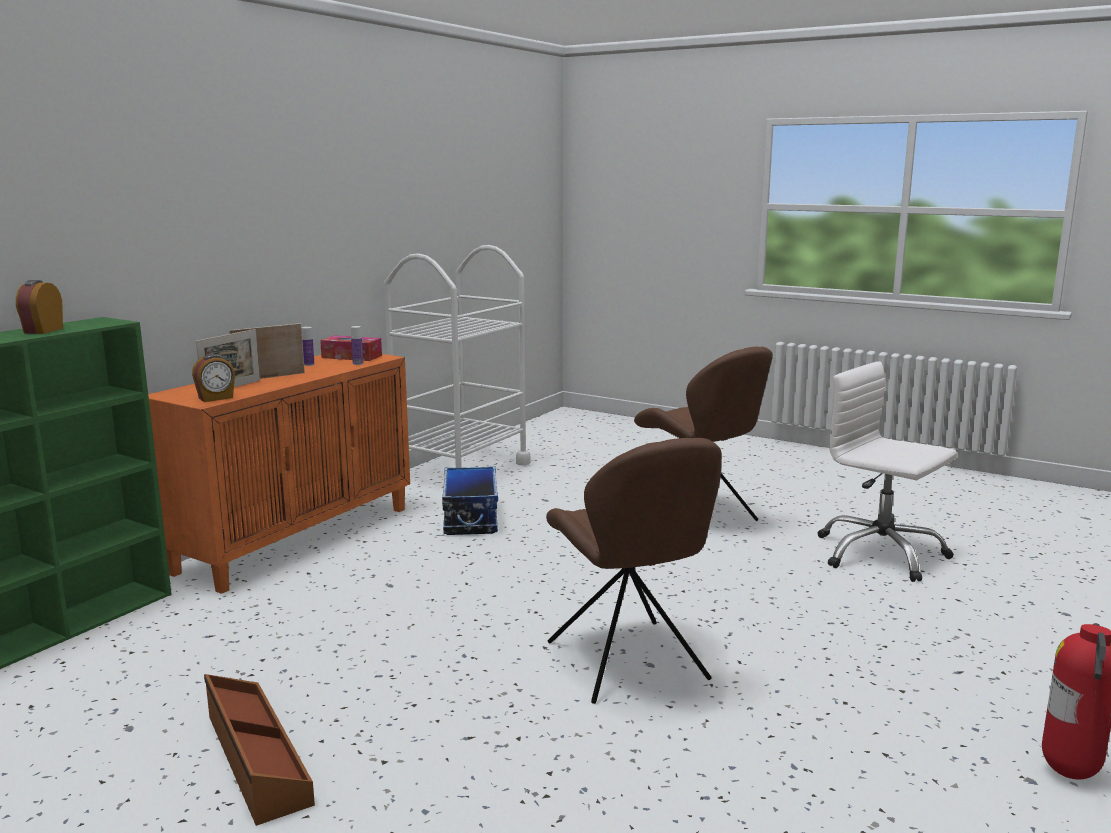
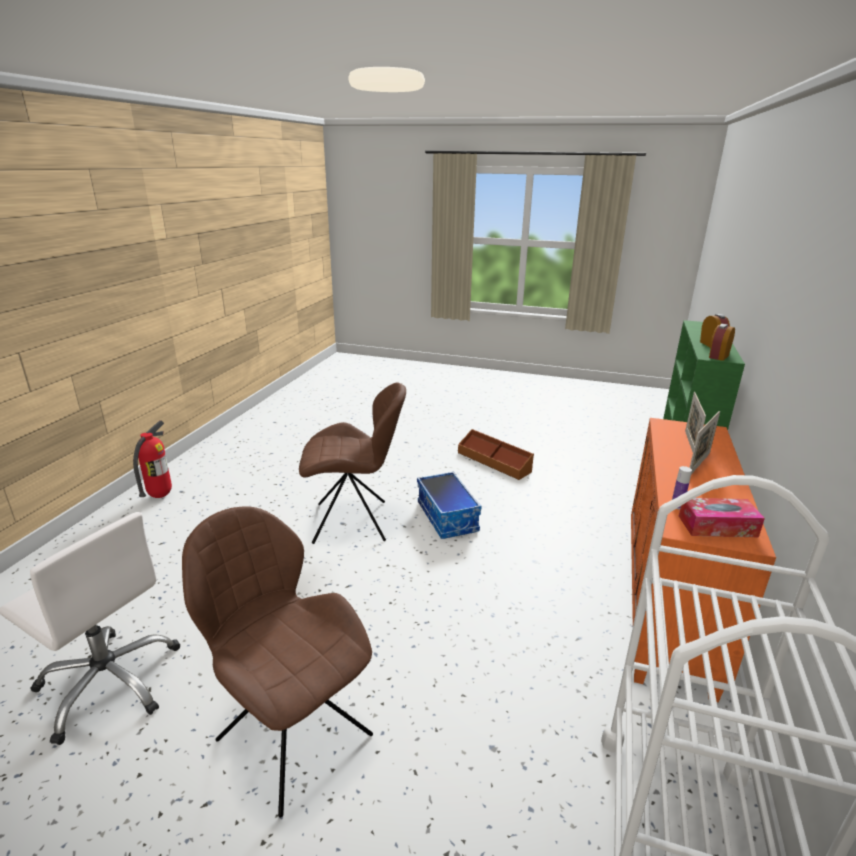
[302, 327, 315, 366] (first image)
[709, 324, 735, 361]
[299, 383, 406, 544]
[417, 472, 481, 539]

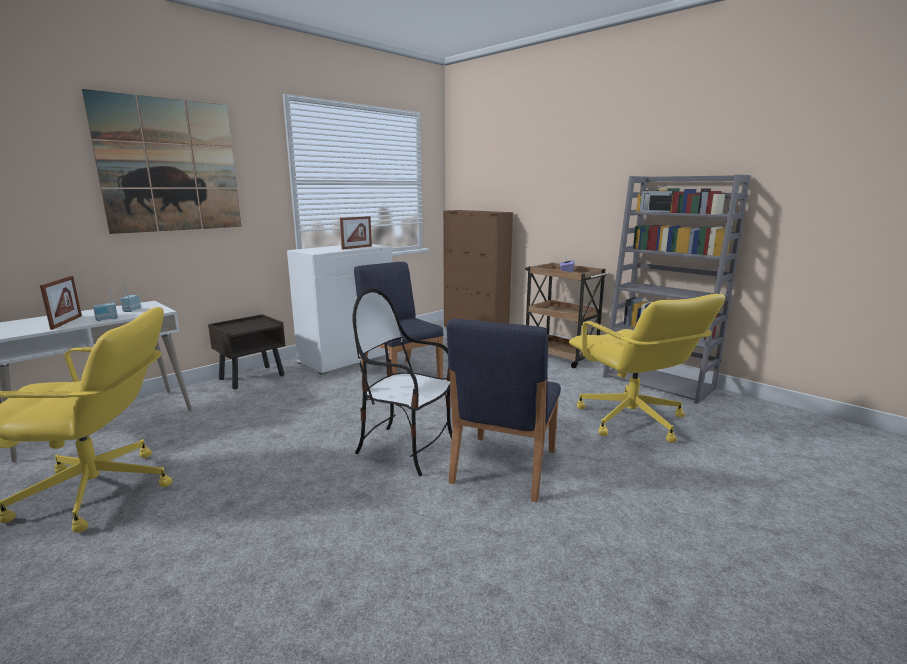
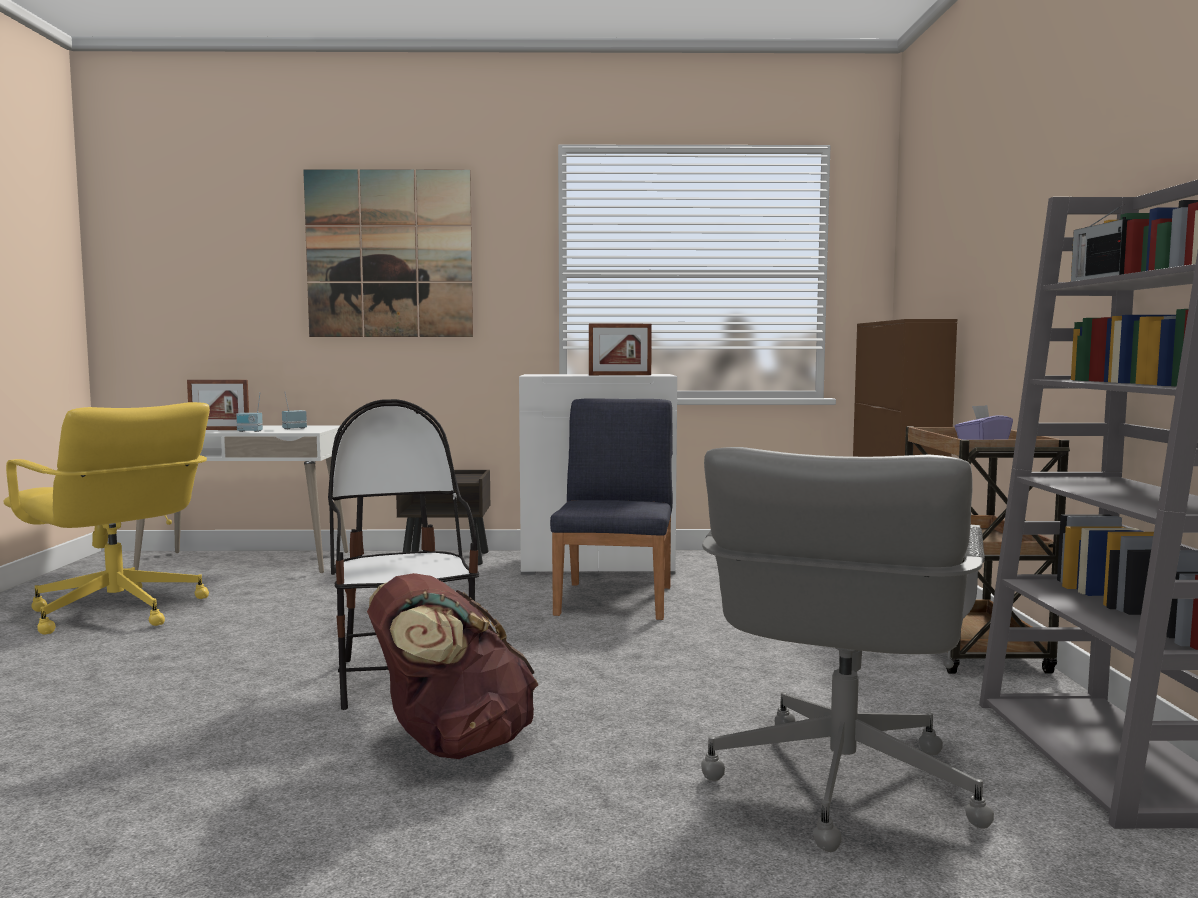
[187, 380, 249, 430]
[701, 447, 994, 852]
[367, 573, 538, 759]

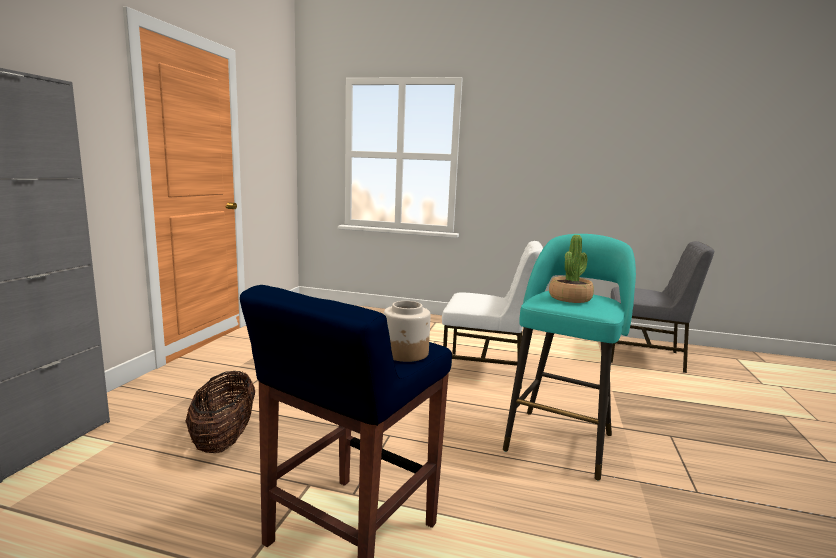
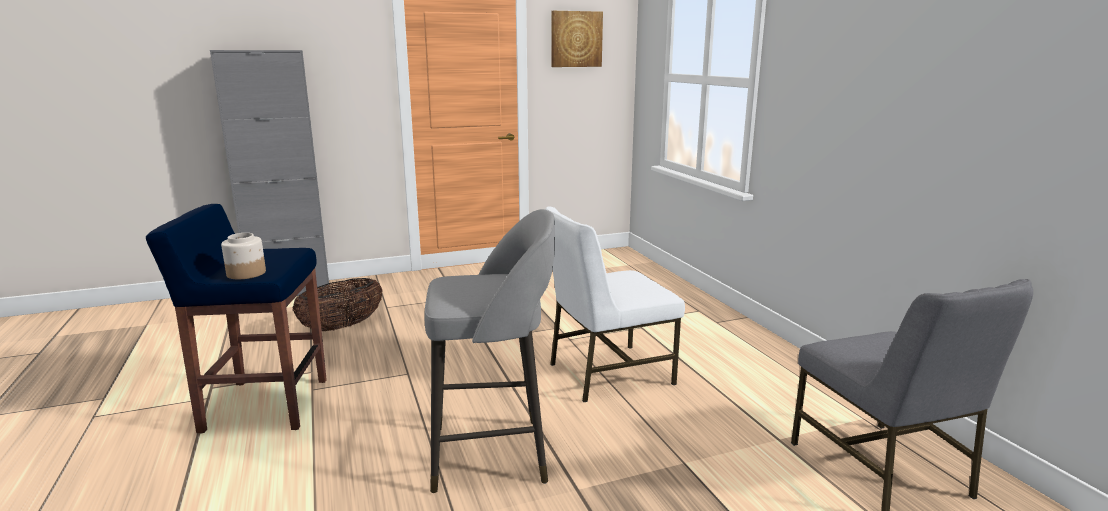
[424, 209, 555, 493]
[549, 235, 594, 303] (first image)
[545, 206, 685, 402]
[552, 11, 603, 67]

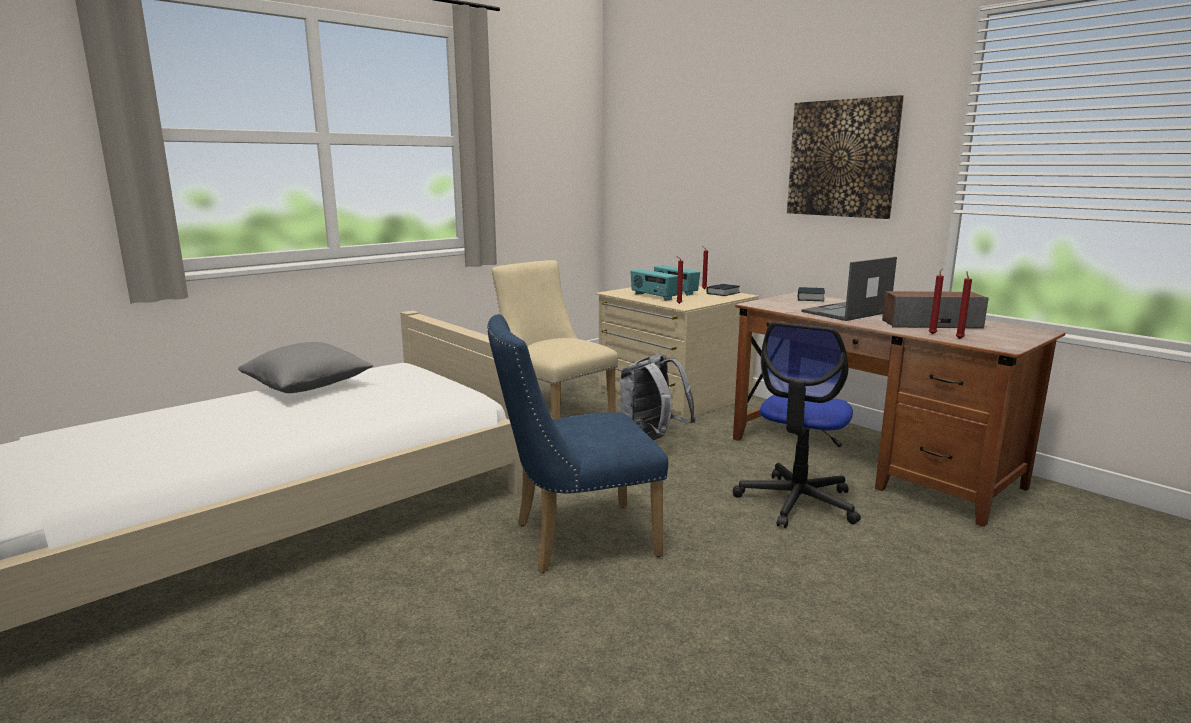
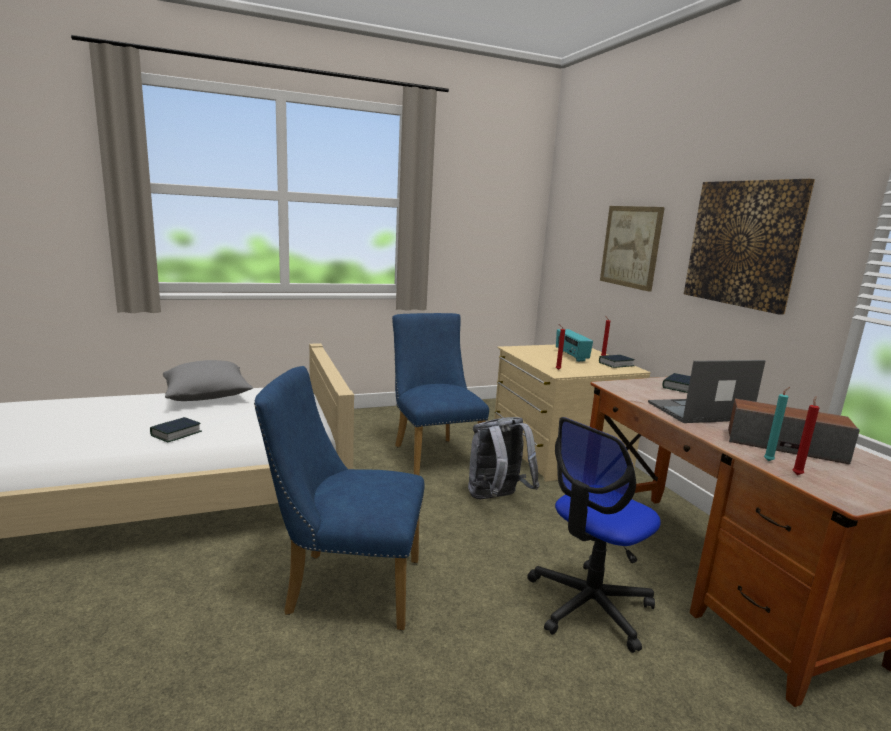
[392, 313, 489, 475]
[764, 387, 790, 461]
[631, 269, 678, 301] (first image)
[600, 206, 665, 292]
[150, 417, 202, 442]

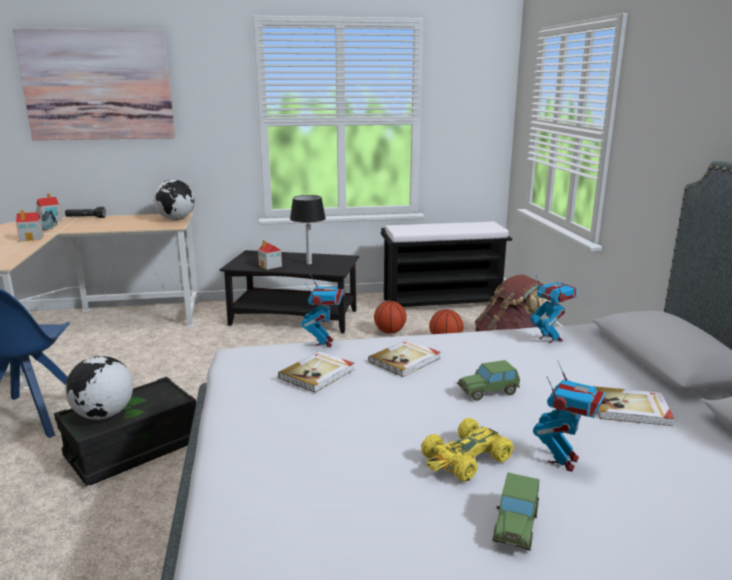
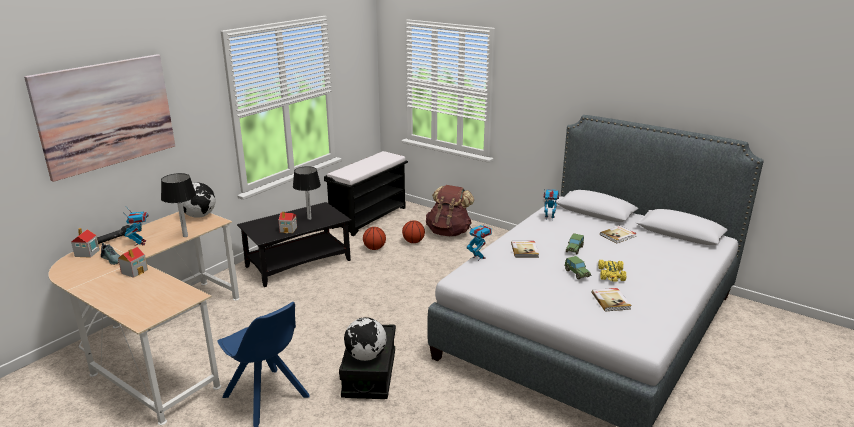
[592, 288, 632, 312]
[123, 210, 149, 246]
[564, 256, 591, 280]
[161, 173, 196, 237]

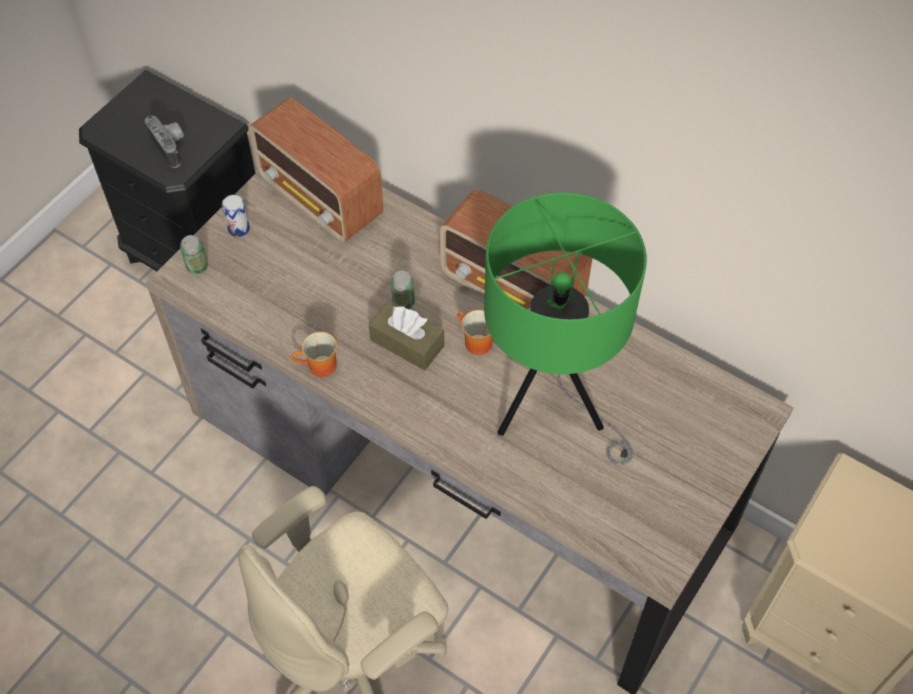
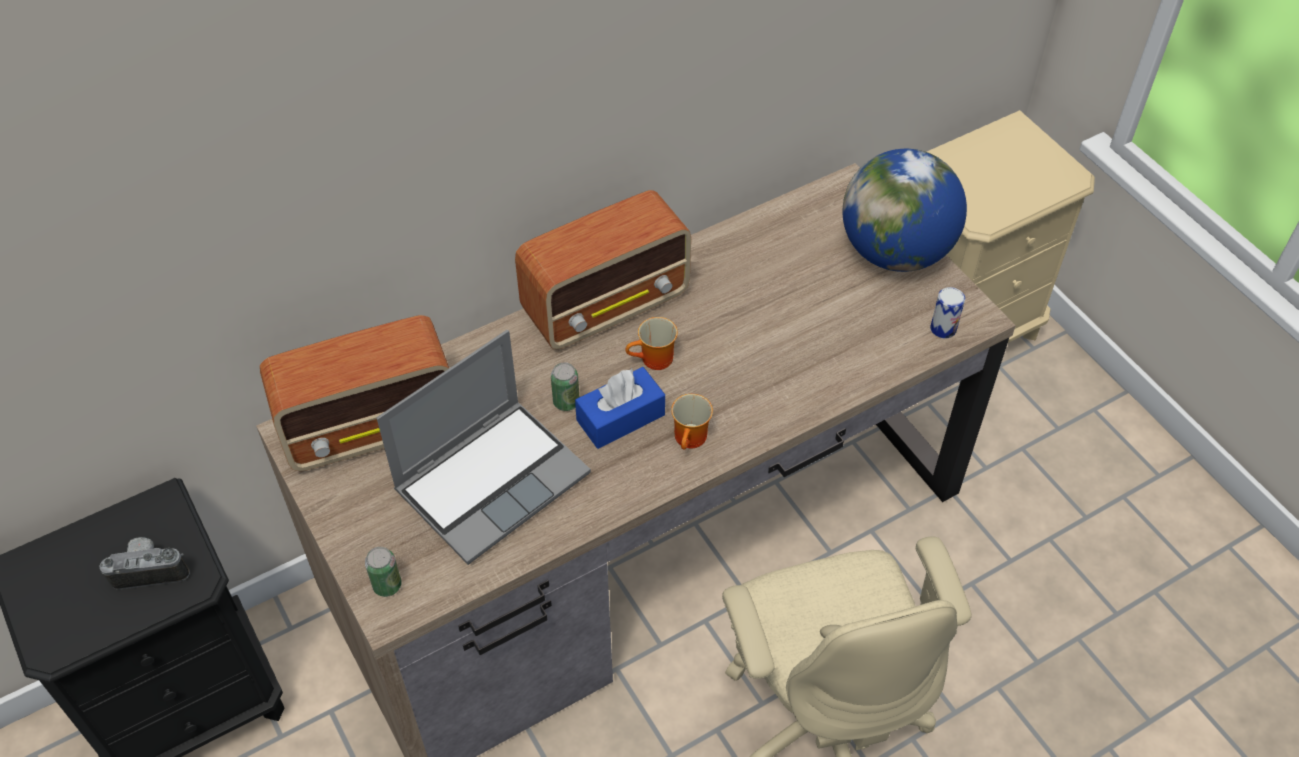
[484, 192, 647, 465] (first image)
[930, 287, 965, 338]
[575, 367, 665, 449]
[671, 394, 713, 450]
[842, 149, 967, 272]
[376, 330, 591, 565]

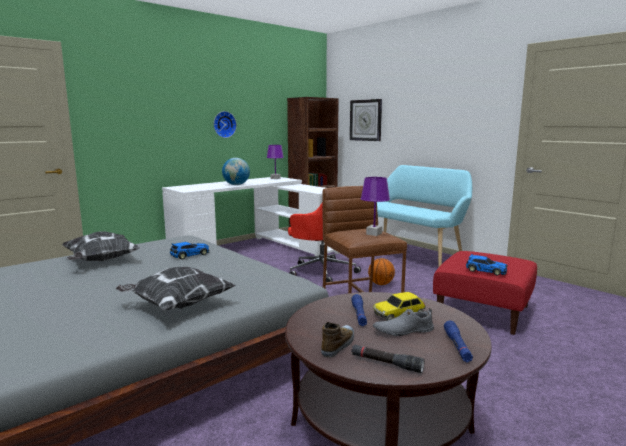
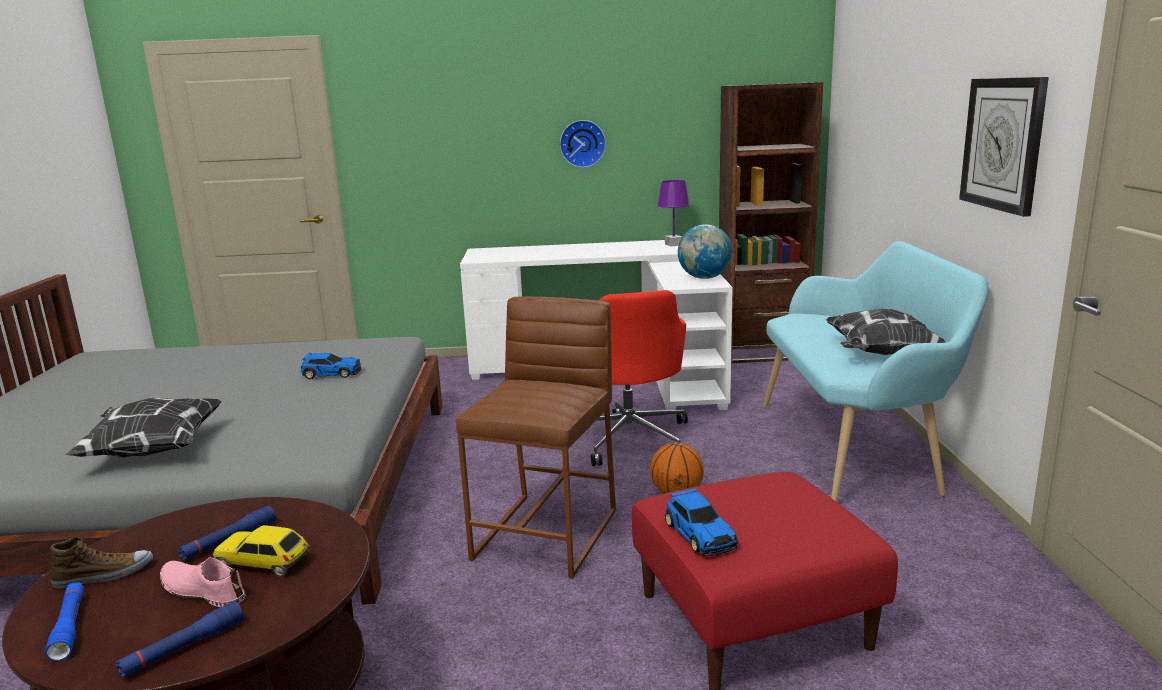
[959, 77, 1049, 217]
[678, 224, 732, 279]
[360, 177, 390, 236] (first image)
[826, 309, 946, 355]
[160, 557, 246, 607]
[45, 582, 84, 661]

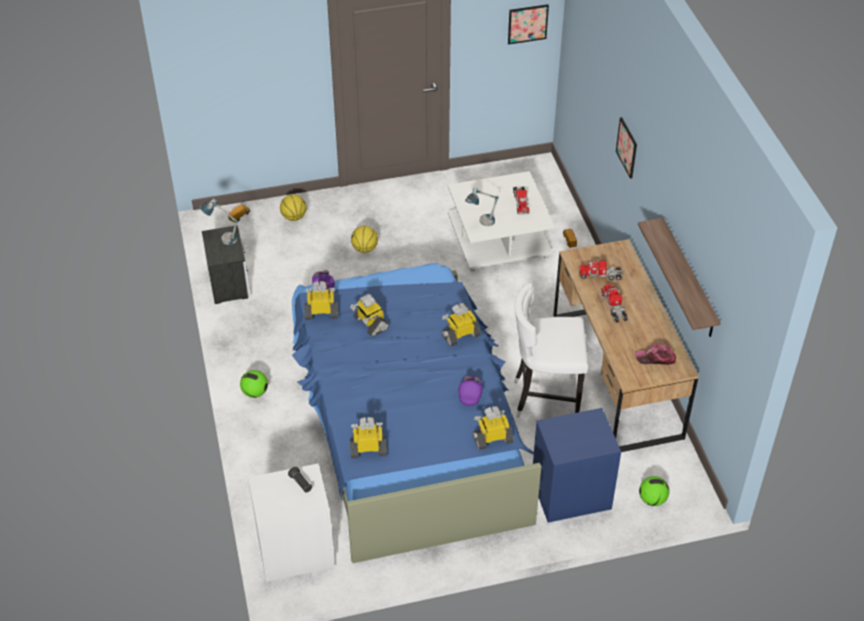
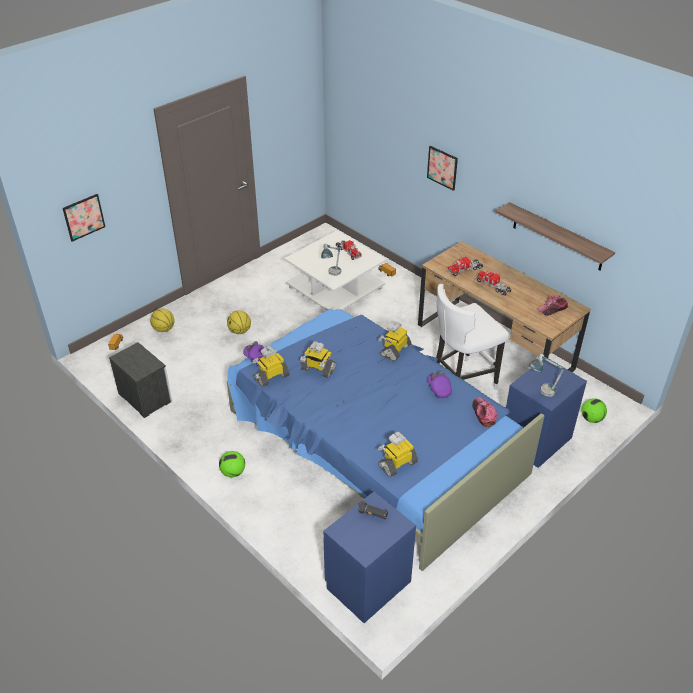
[63, 194, 105, 242]
[528, 354, 565, 397]
[472, 397, 497, 428]
[323, 492, 416, 623]

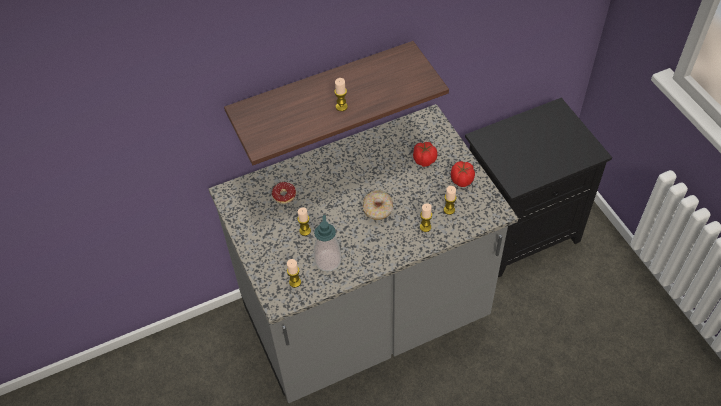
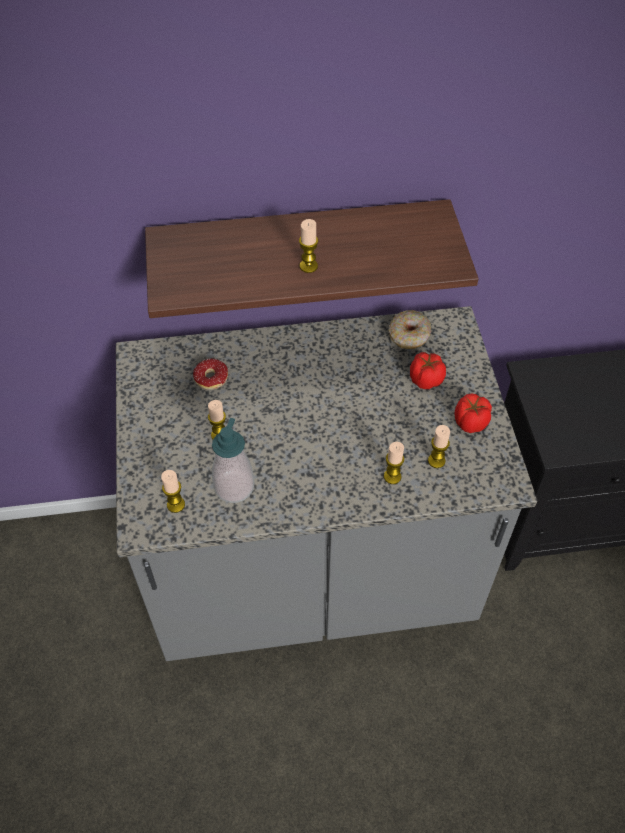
[388, 310, 431, 349]

